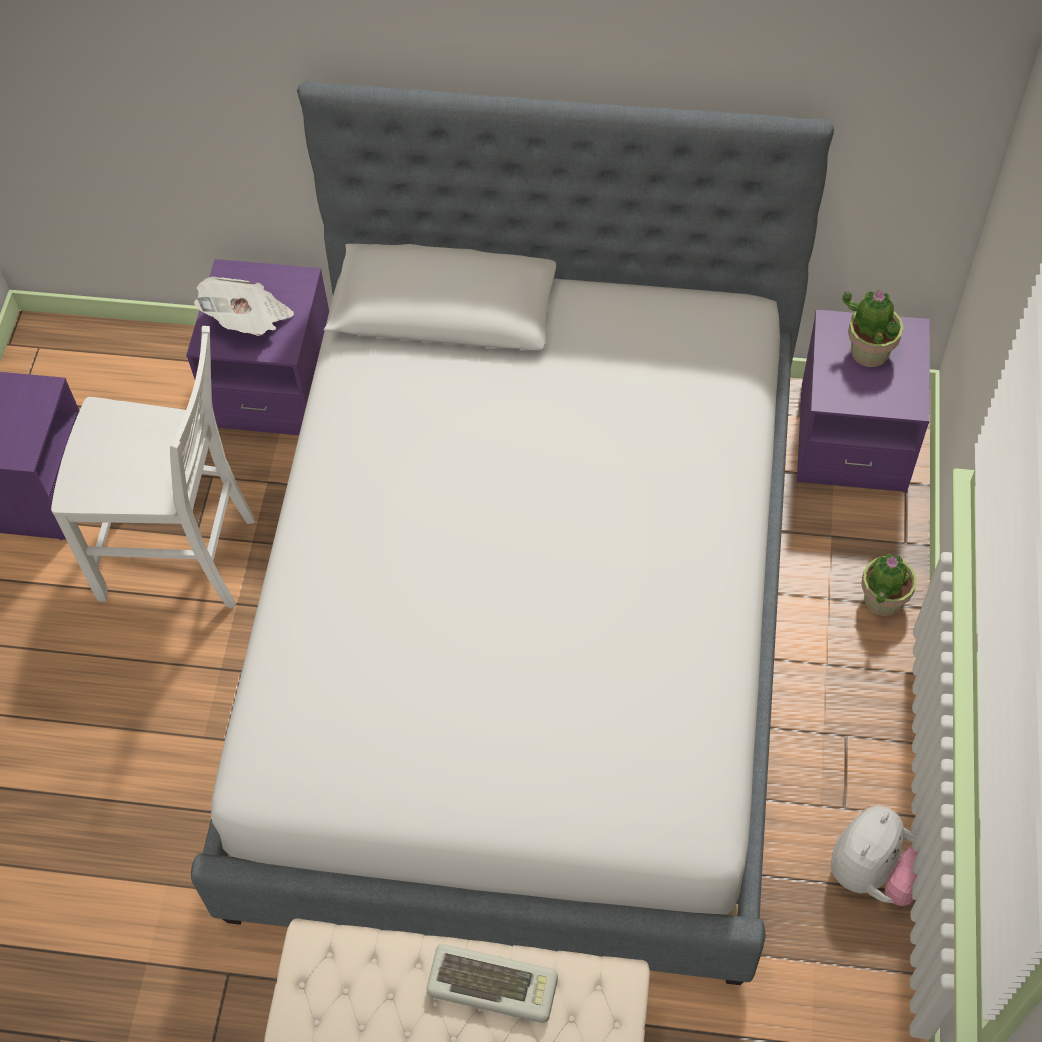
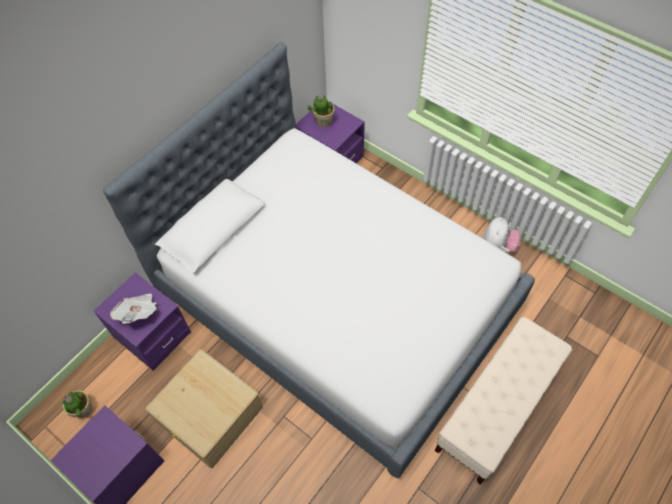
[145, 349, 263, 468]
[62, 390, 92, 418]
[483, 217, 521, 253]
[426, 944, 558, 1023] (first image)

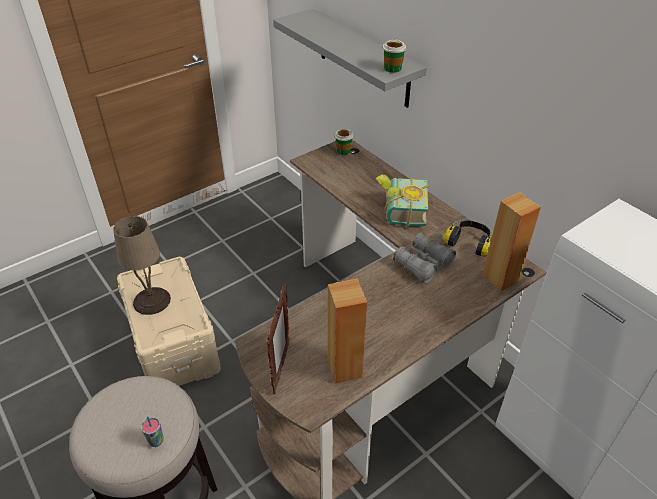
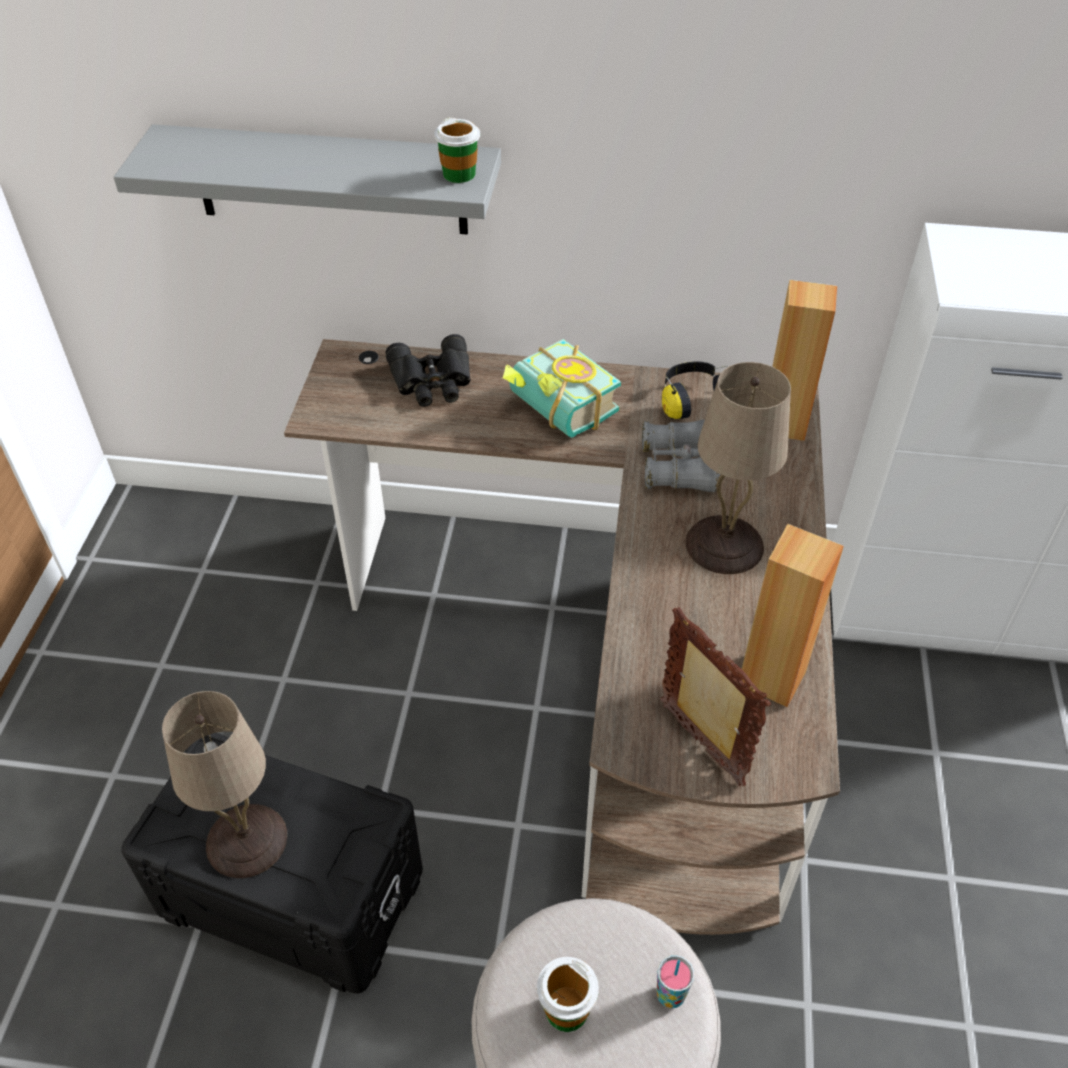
[537, 957, 599, 1032]
[122, 733, 423, 994]
[385, 334, 471, 407]
[686, 362, 791, 574]

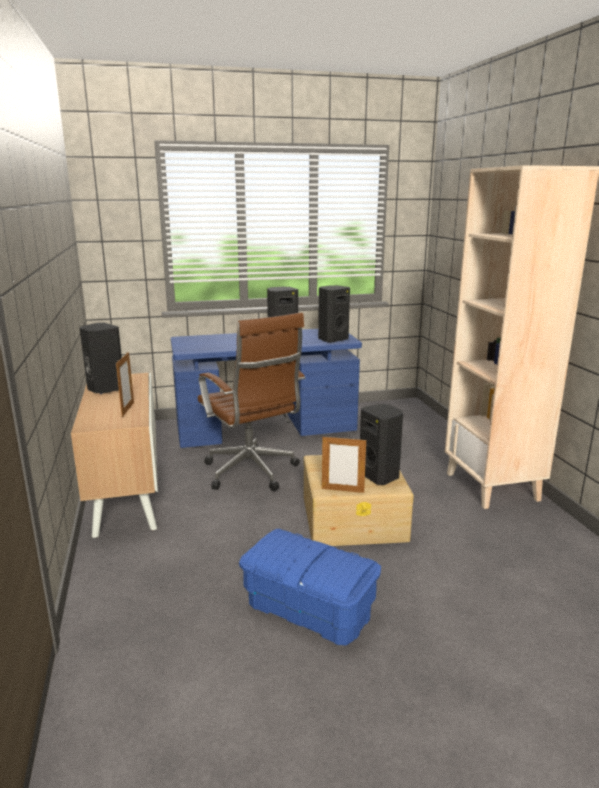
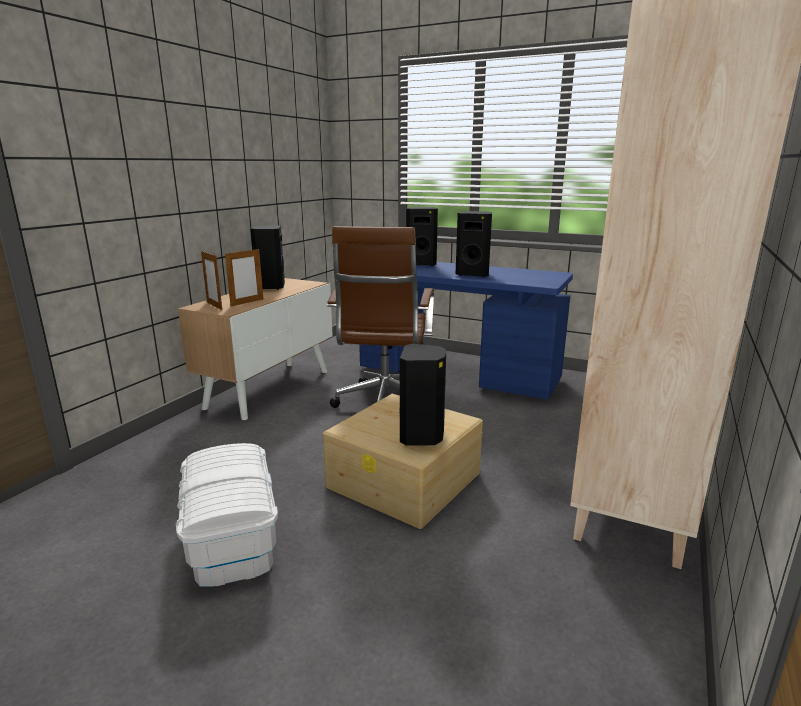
[406, 207, 438, 266]
[201, 251, 222, 310]
[176, 443, 278, 587]

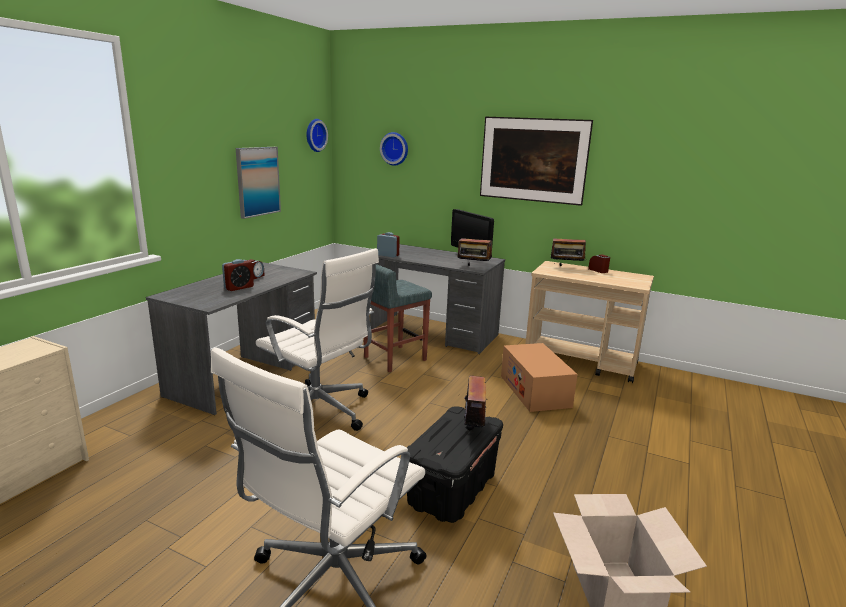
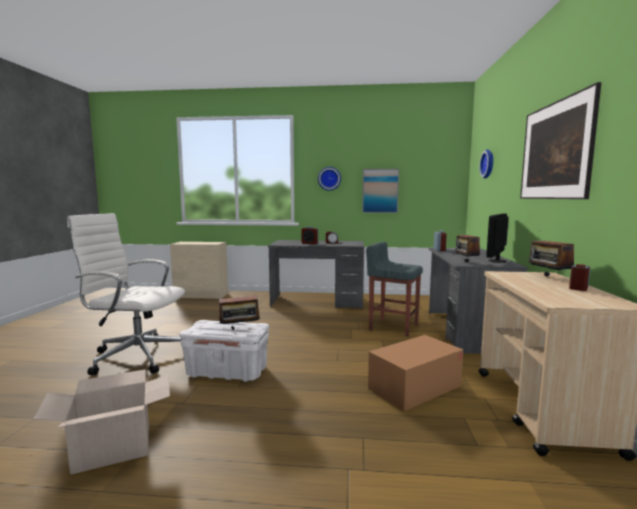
[318, 167, 341, 191]
[256, 248, 379, 431] (first image)
[180, 320, 269, 382]

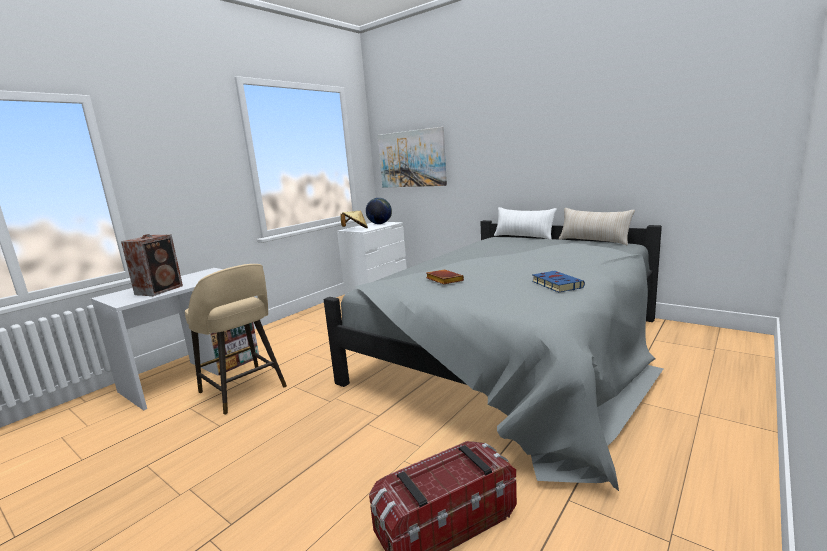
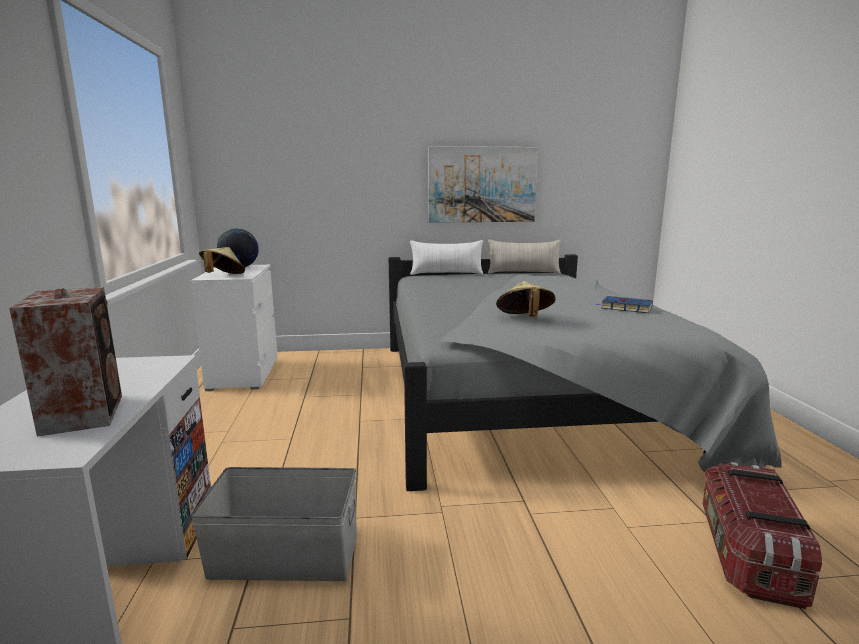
[428, 146, 538, 223]
[191, 467, 357, 581]
[496, 281, 556, 317]

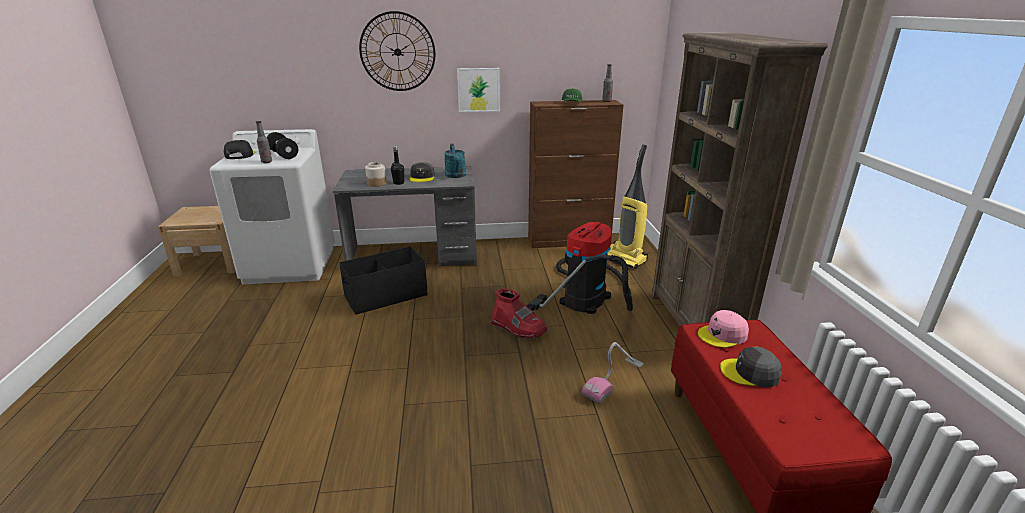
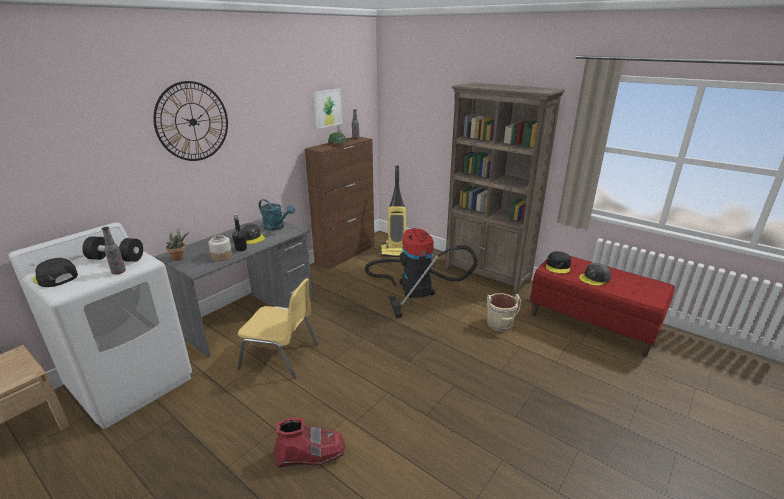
[314, 89, 342, 129]
[237, 278, 318, 379]
[274, 418, 345, 468]
[546, 251, 571, 274]
[486, 293, 521, 331]
[166, 228, 189, 261]

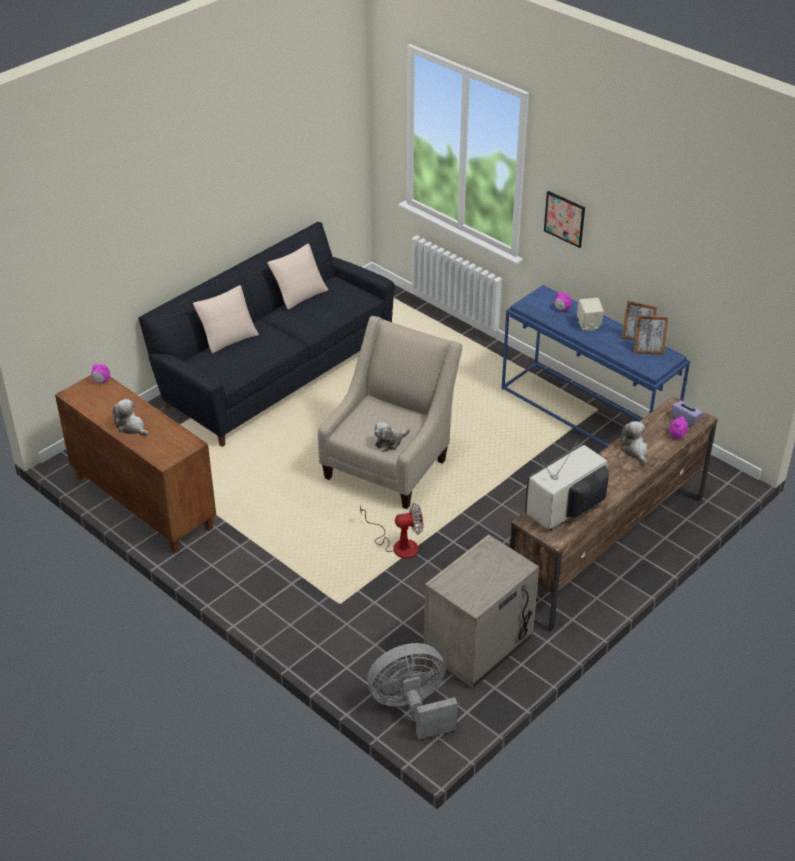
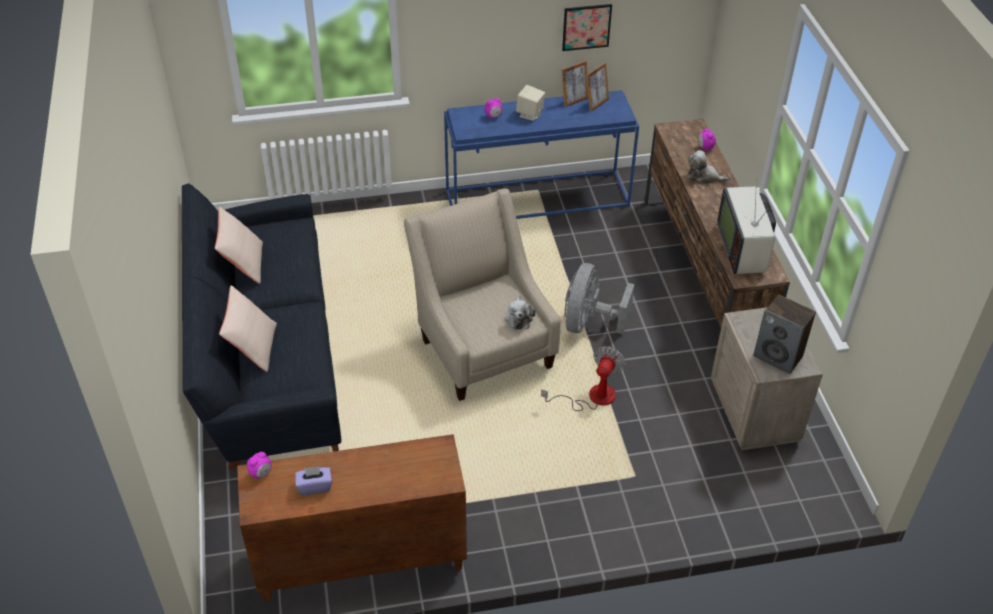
[562, 4, 612, 51]
[112, 399, 148, 436] (first image)
[295, 466, 332, 496]
[564, 263, 635, 334]
[753, 294, 816, 374]

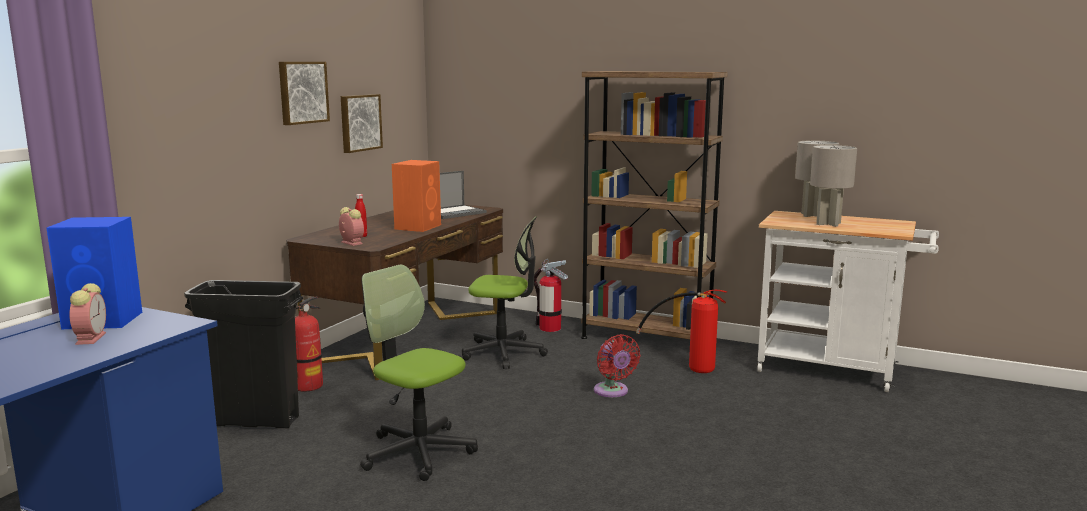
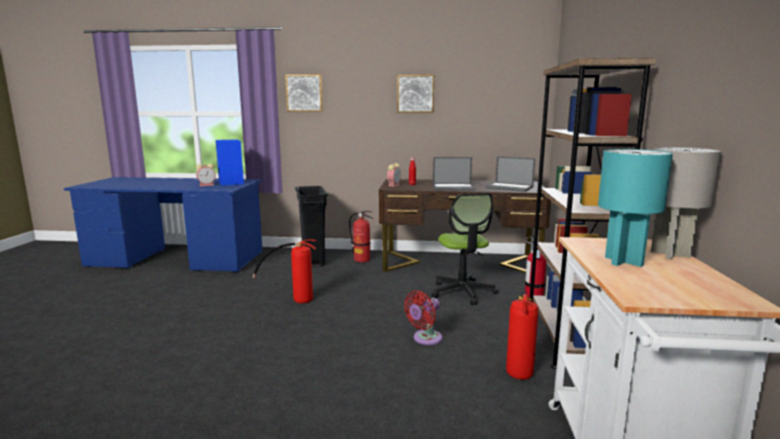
[285, 75, 323, 112]
[598, 149, 673, 267]
[433, 157, 475, 191]
[253, 239, 316, 303]

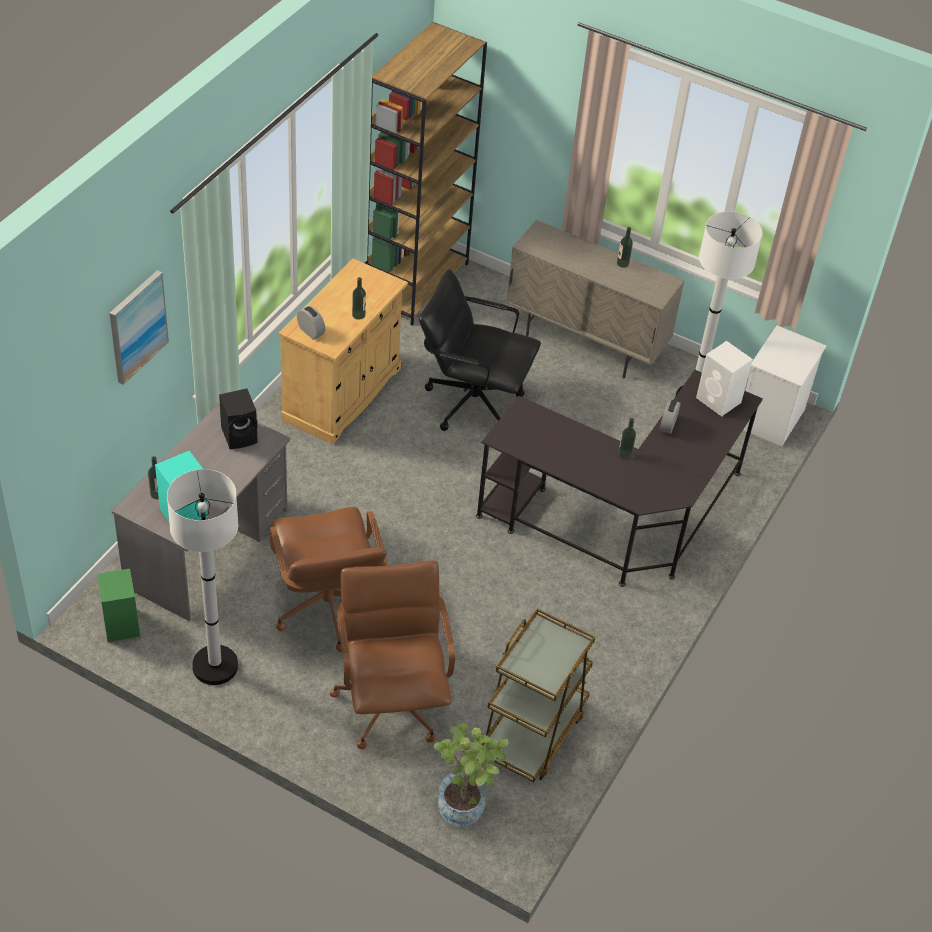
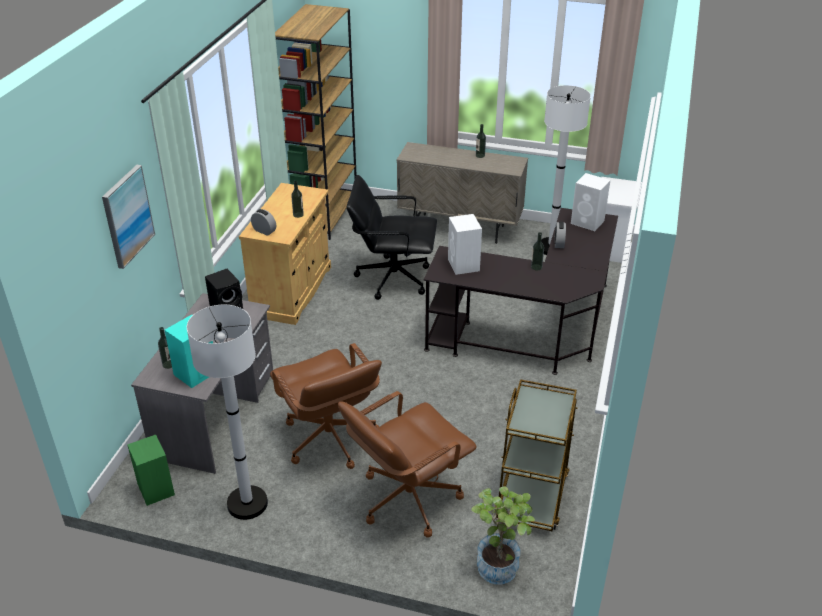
[338, 391, 477, 538]
[448, 214, 482, 275]

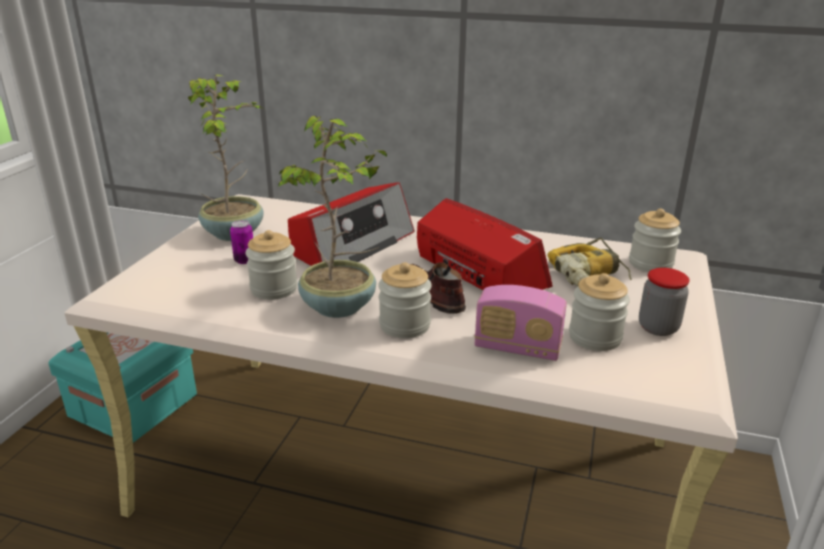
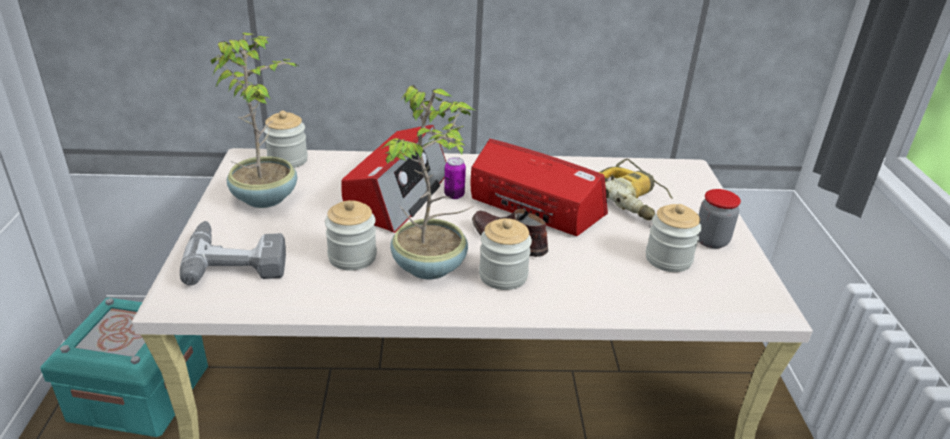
[264, 111, 308, 168]
[444, 157, 466, 199]
[474, 285, 567, 361] (first image)
[180, 221, 286, 285]

